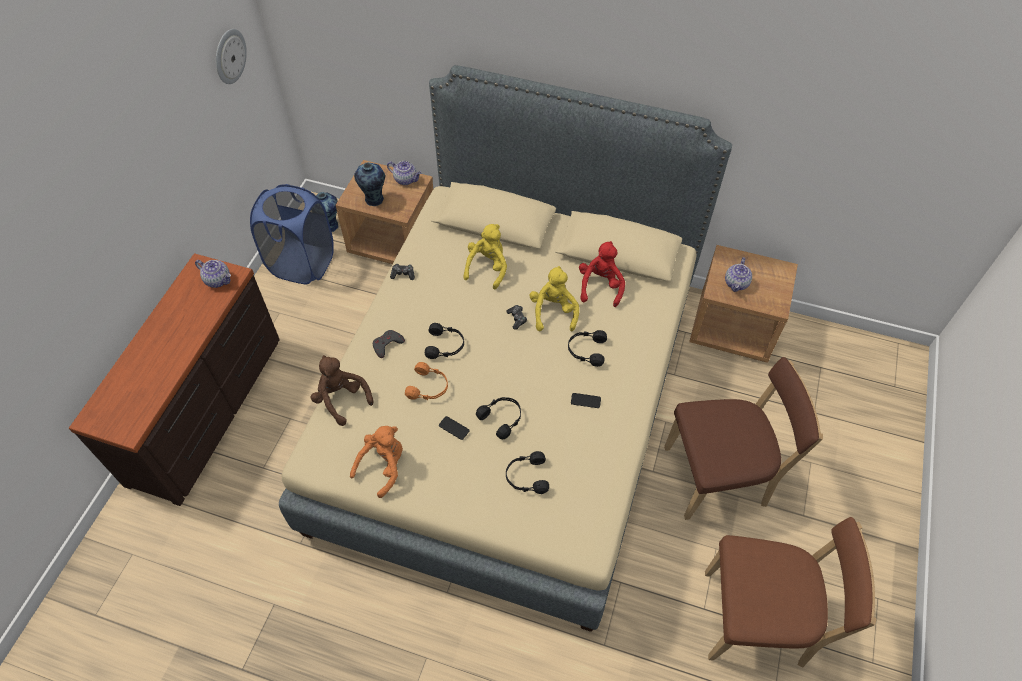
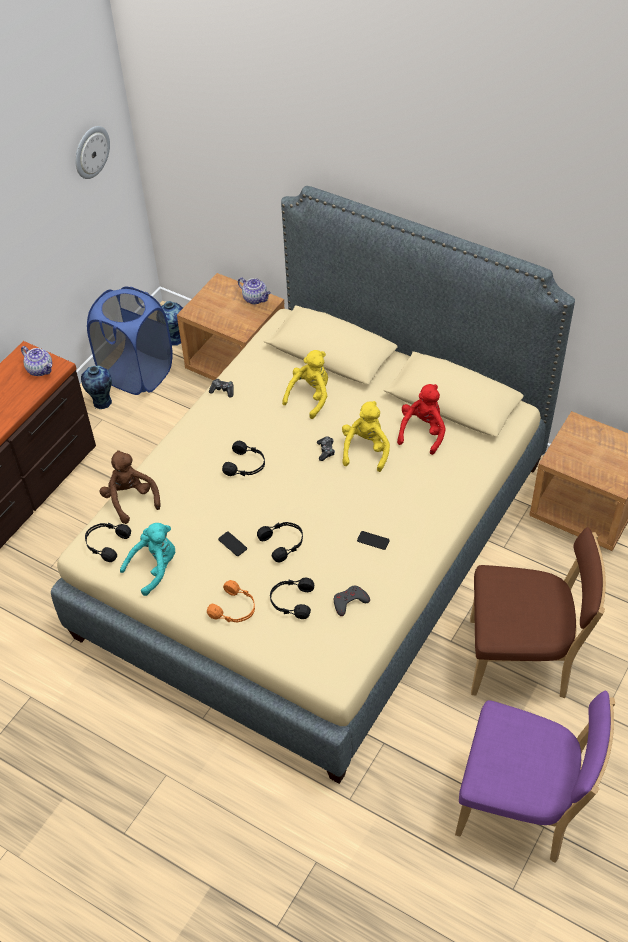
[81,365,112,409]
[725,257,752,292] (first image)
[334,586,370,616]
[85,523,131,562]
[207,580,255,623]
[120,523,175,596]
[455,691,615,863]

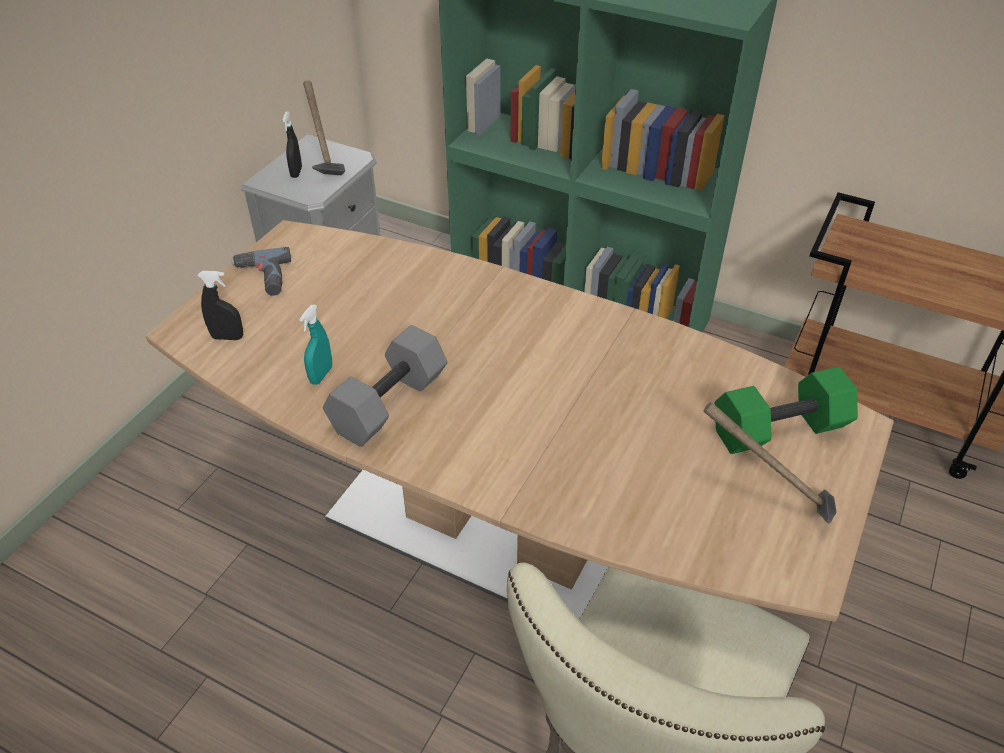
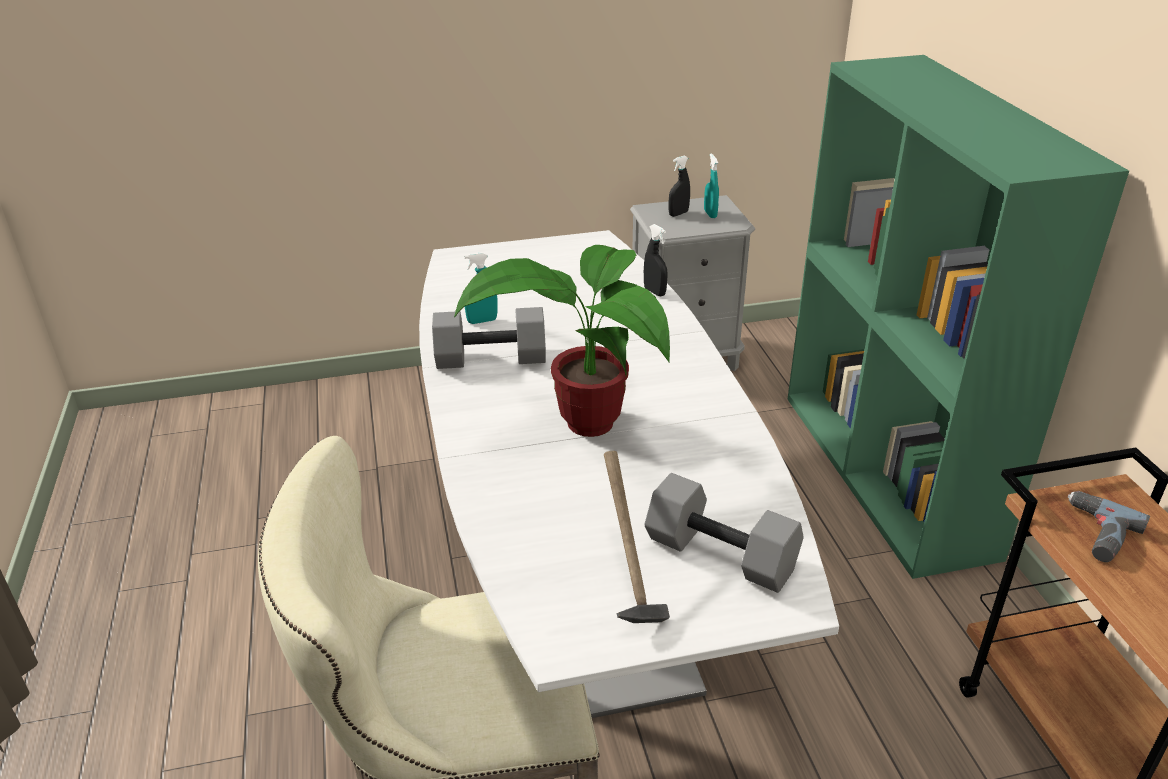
[704,154,719,218]
[419,230,839,718]
[1067,491,1150,562]
[644,224,668,296]
[644,473,804,593]
[454,245,670,437]

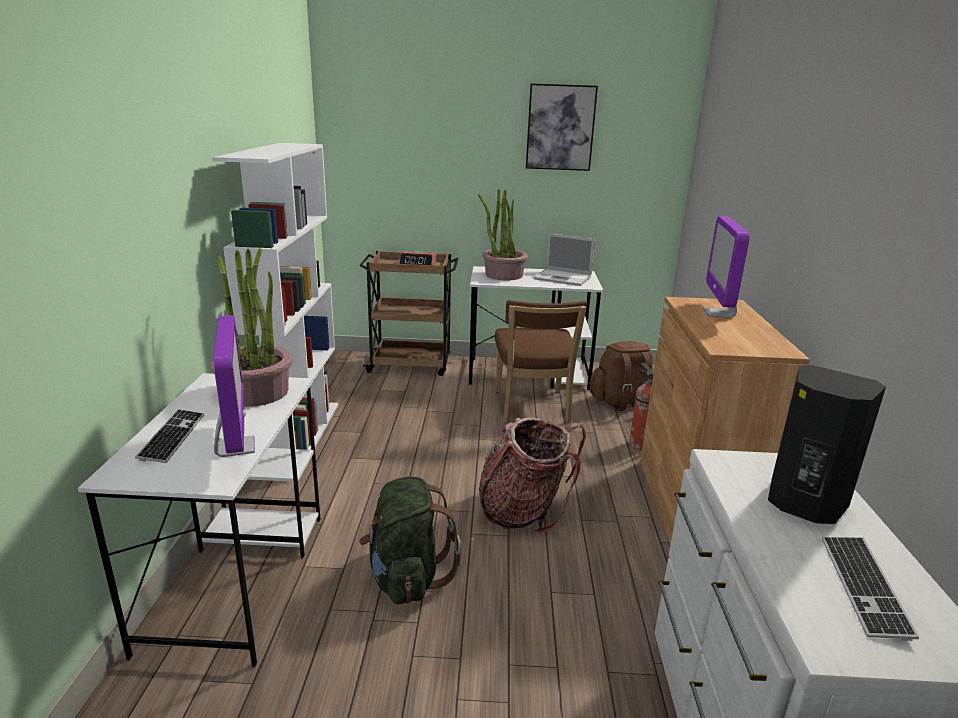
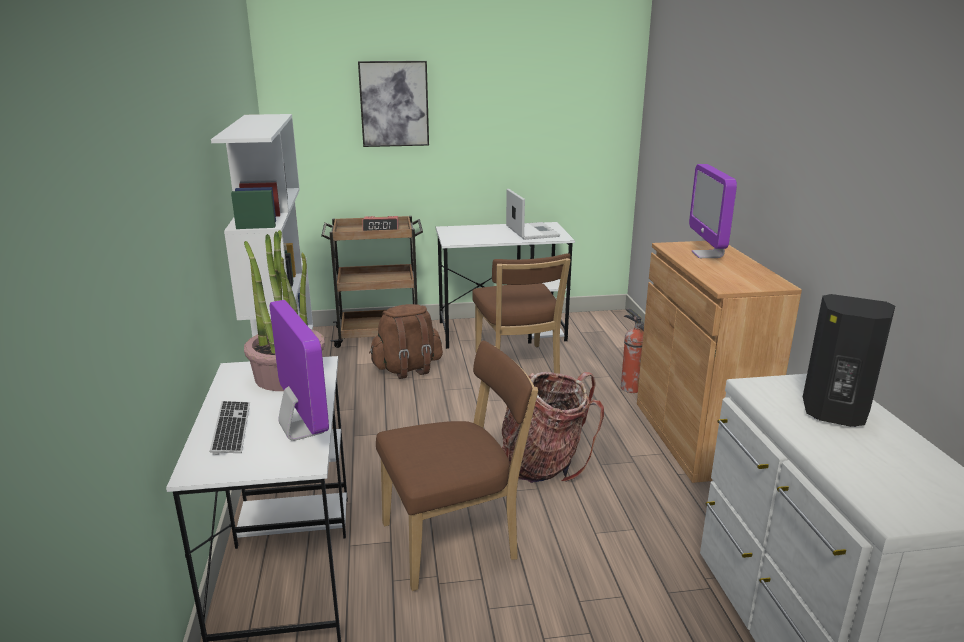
[358,61,429,147]
[478,189,528,280] (first image)
[506,189,560,240]
[369,304,443,379]
[376,340,538,591]
[822,537,919,641] (first image)

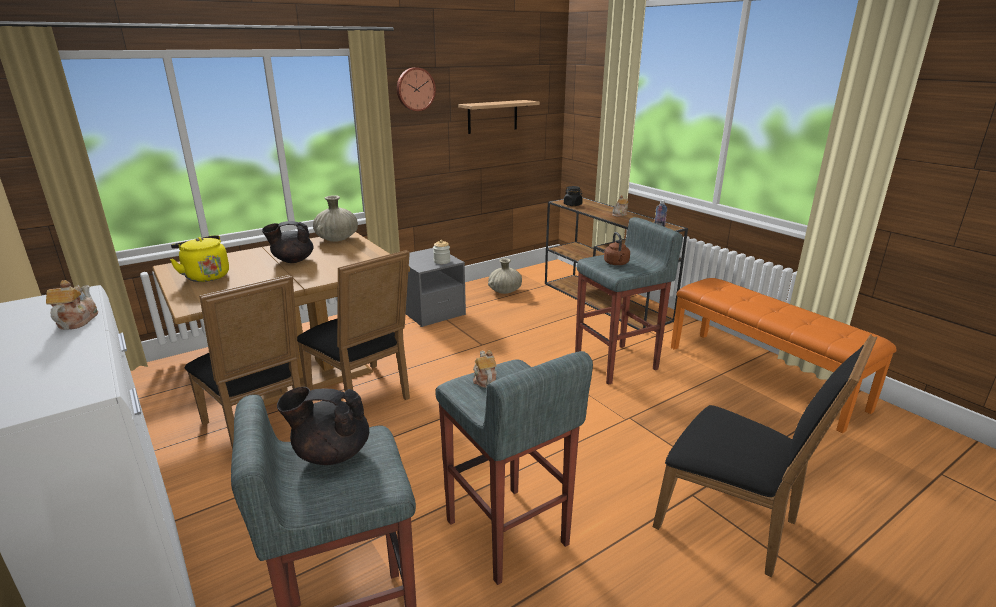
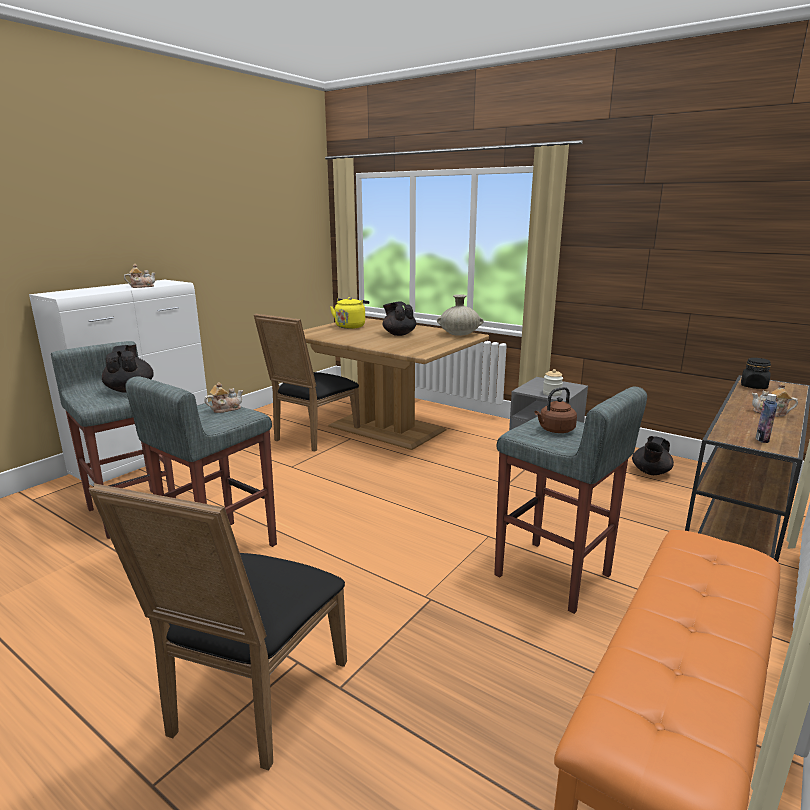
[397,67,436,111] (first image)
[458,100,540,134] (first image)
[297,250,410,400] (first image)
[632,436,674,475]

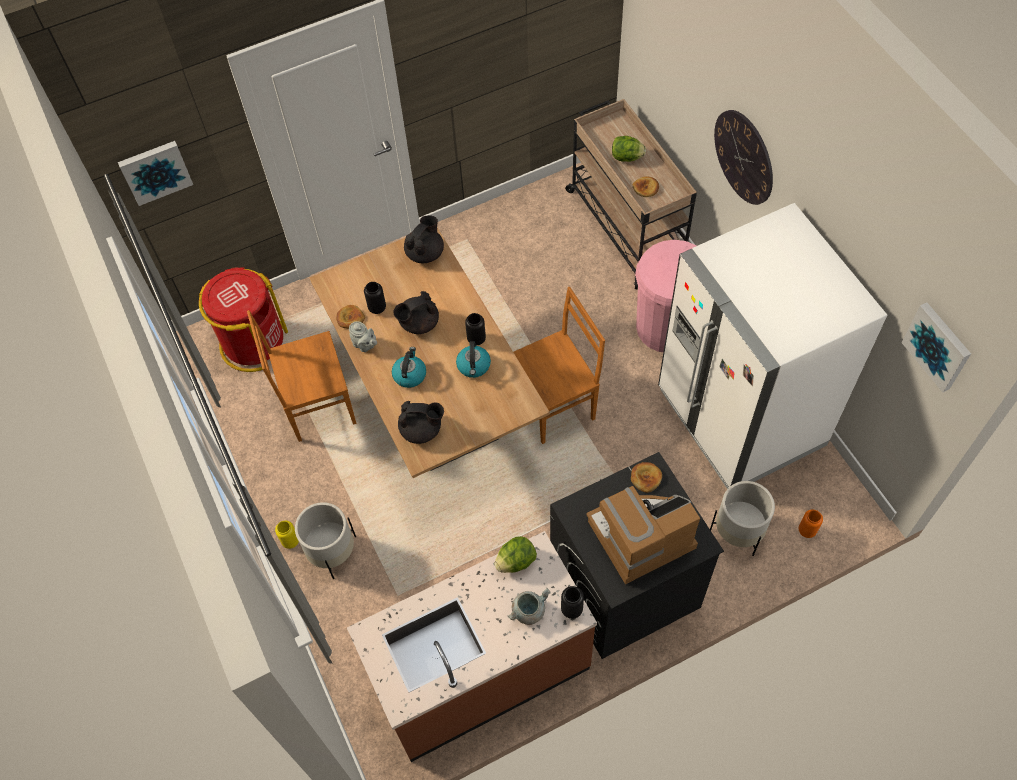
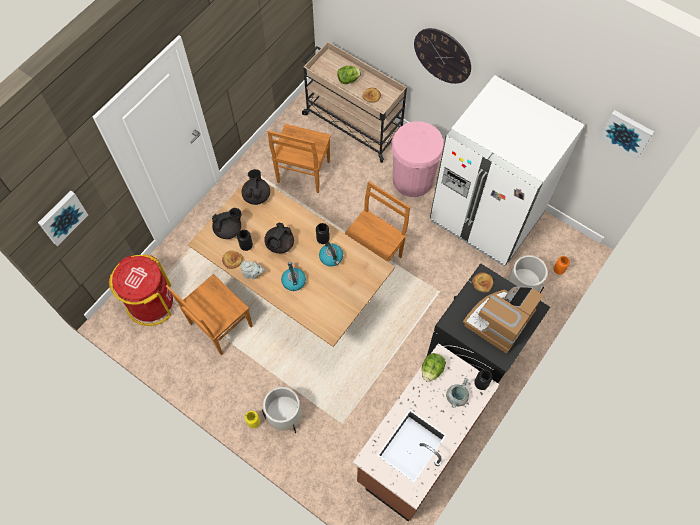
[212,208,242,239]
[268,124,331,193]

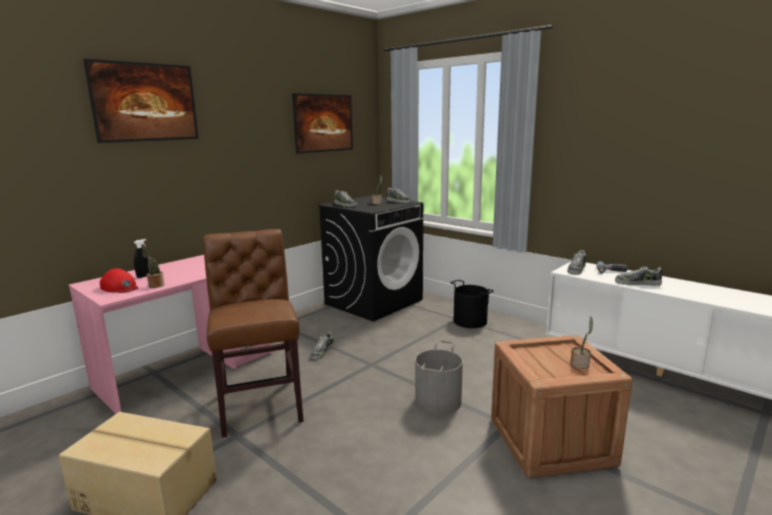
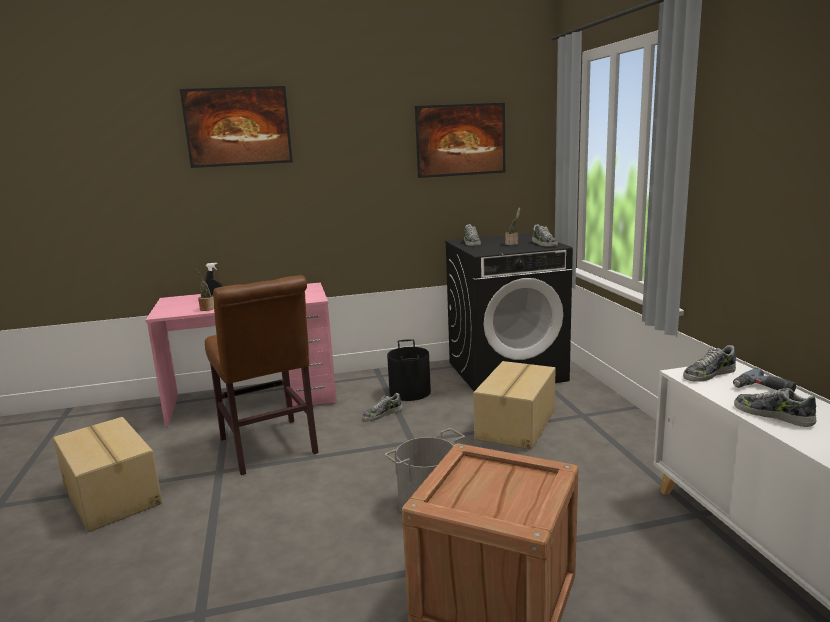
[205,275,319,475]
[100,268,139,293] (first image)
[387,339,431,401]
[571,316,593,369] (first image)
[473,361,556,450]

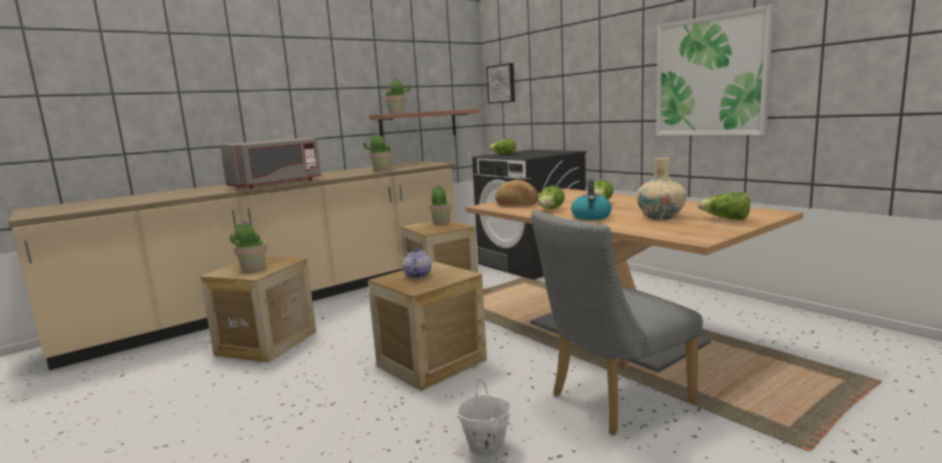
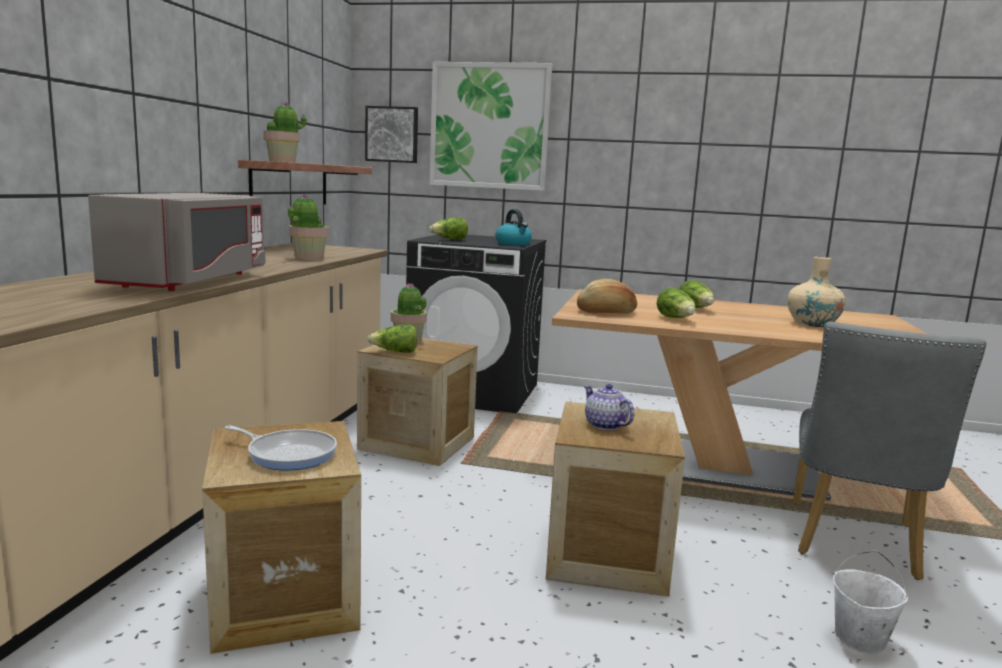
[429,62,552,191]
[496,209,532,246]
[367,325,417,353]
[225,426,337,470]

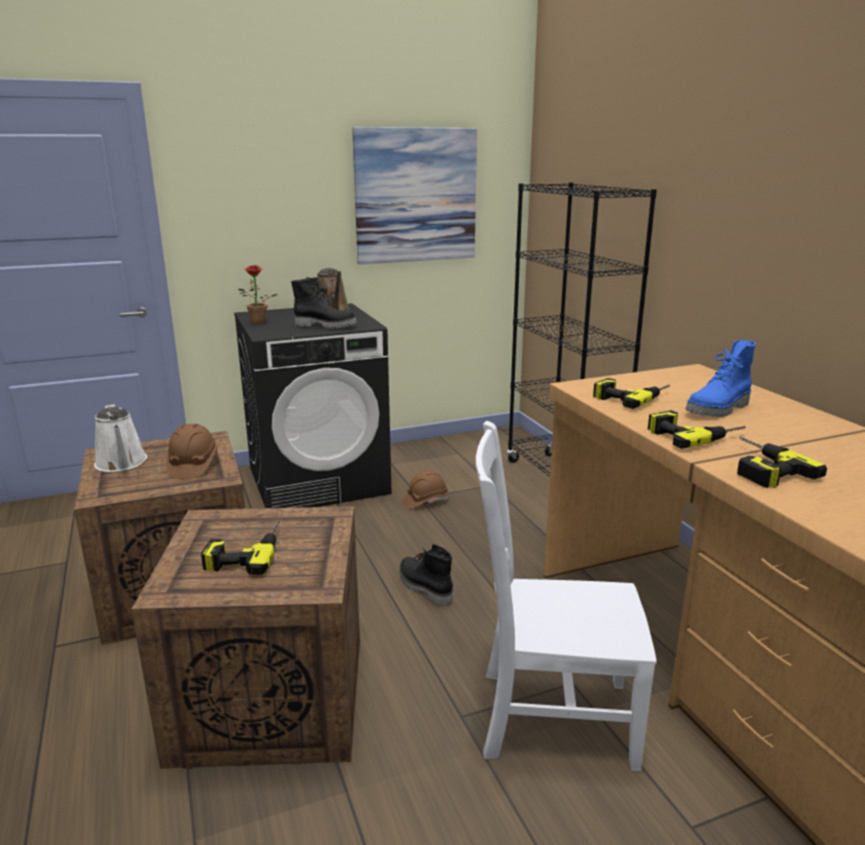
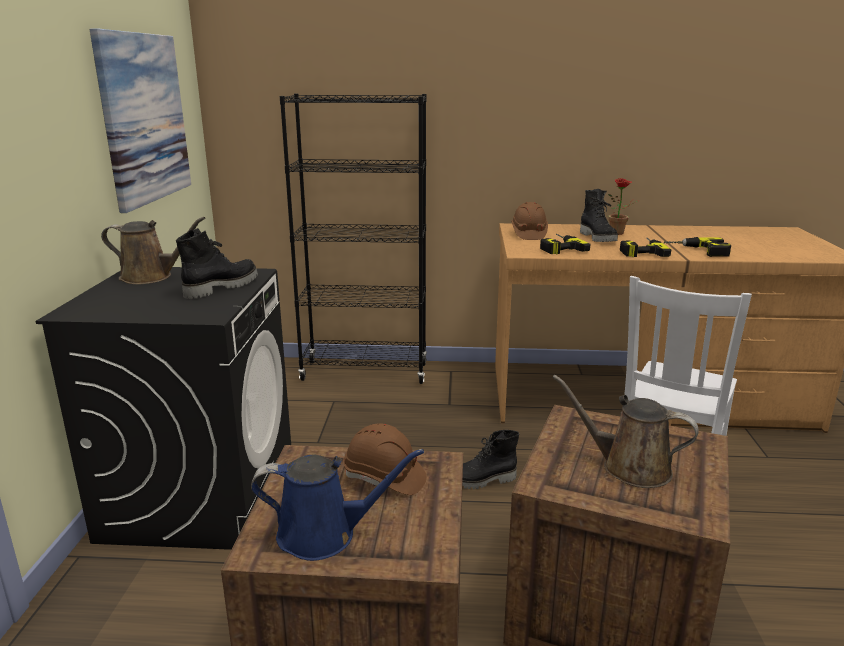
[608,178,640,235]
[580,189,618,242]
[251,449,424,561]
[511,202,548,240]
[552,375,699,488]

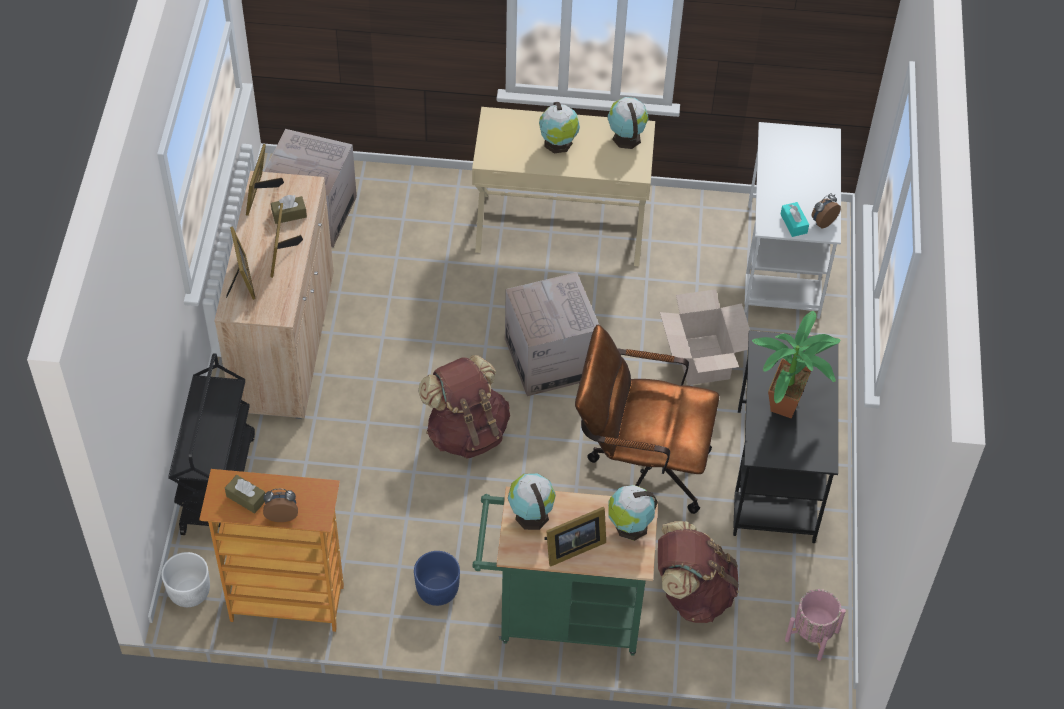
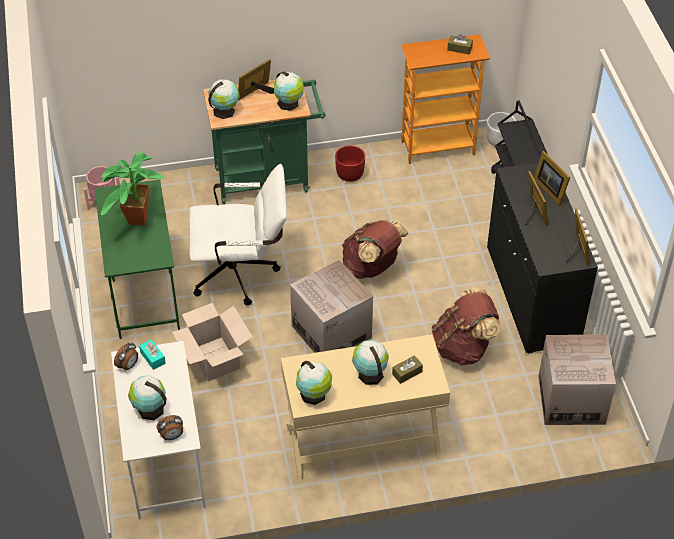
[487,162,598,354]
[392,355,423,384]
[189,164,287,305]
[95,179,180,339]
[157,415,183,440]
[432,289,501,365]
[335,145,365,182]
[128,375,166,420]

